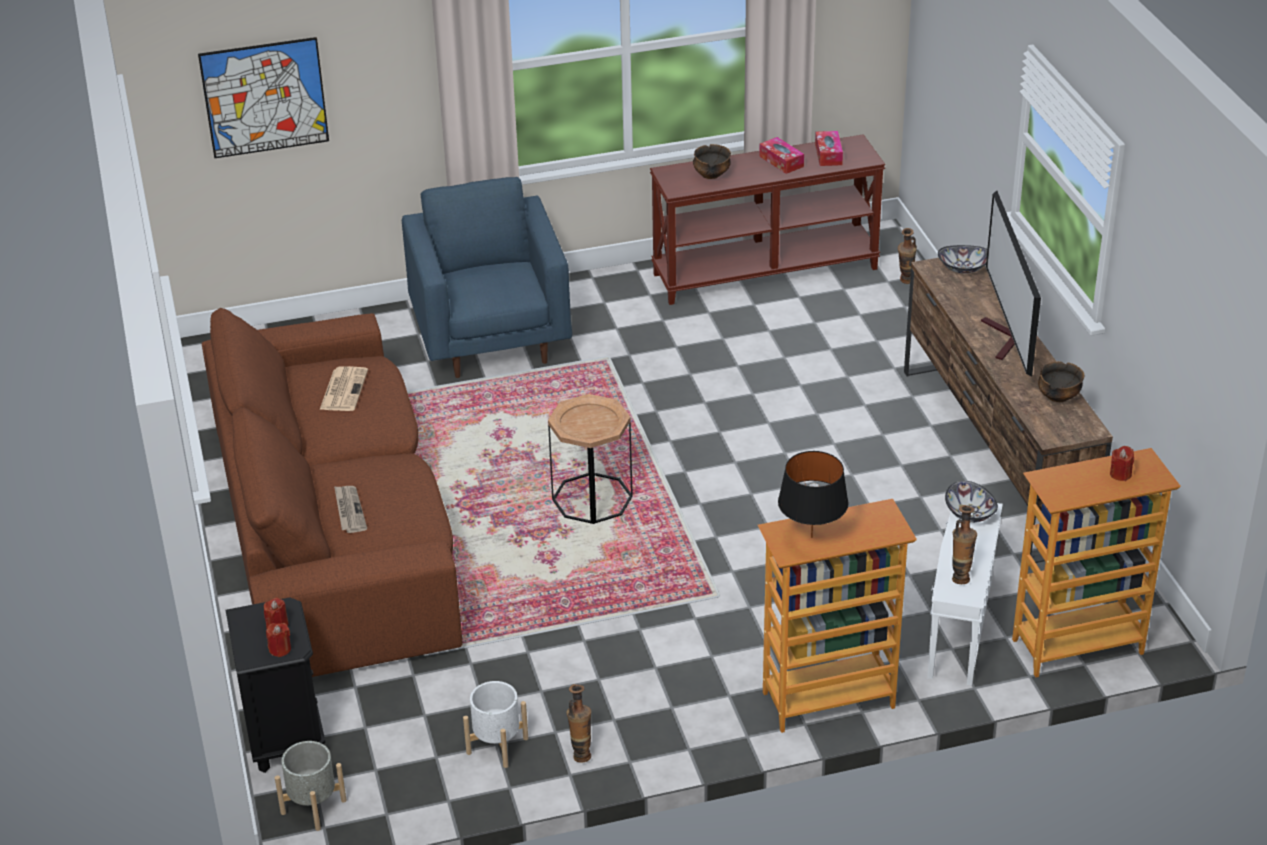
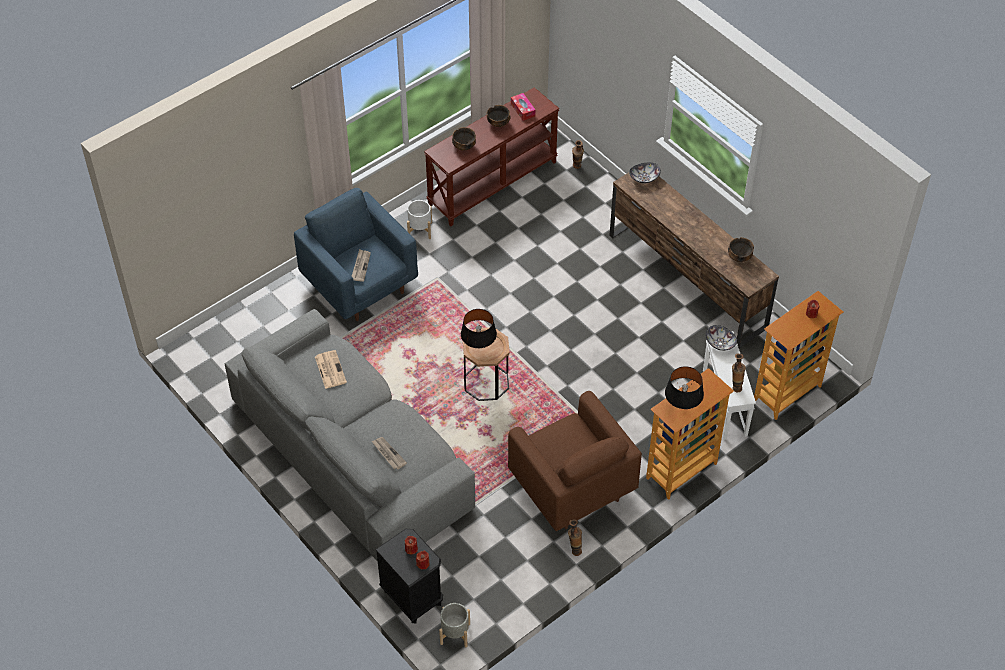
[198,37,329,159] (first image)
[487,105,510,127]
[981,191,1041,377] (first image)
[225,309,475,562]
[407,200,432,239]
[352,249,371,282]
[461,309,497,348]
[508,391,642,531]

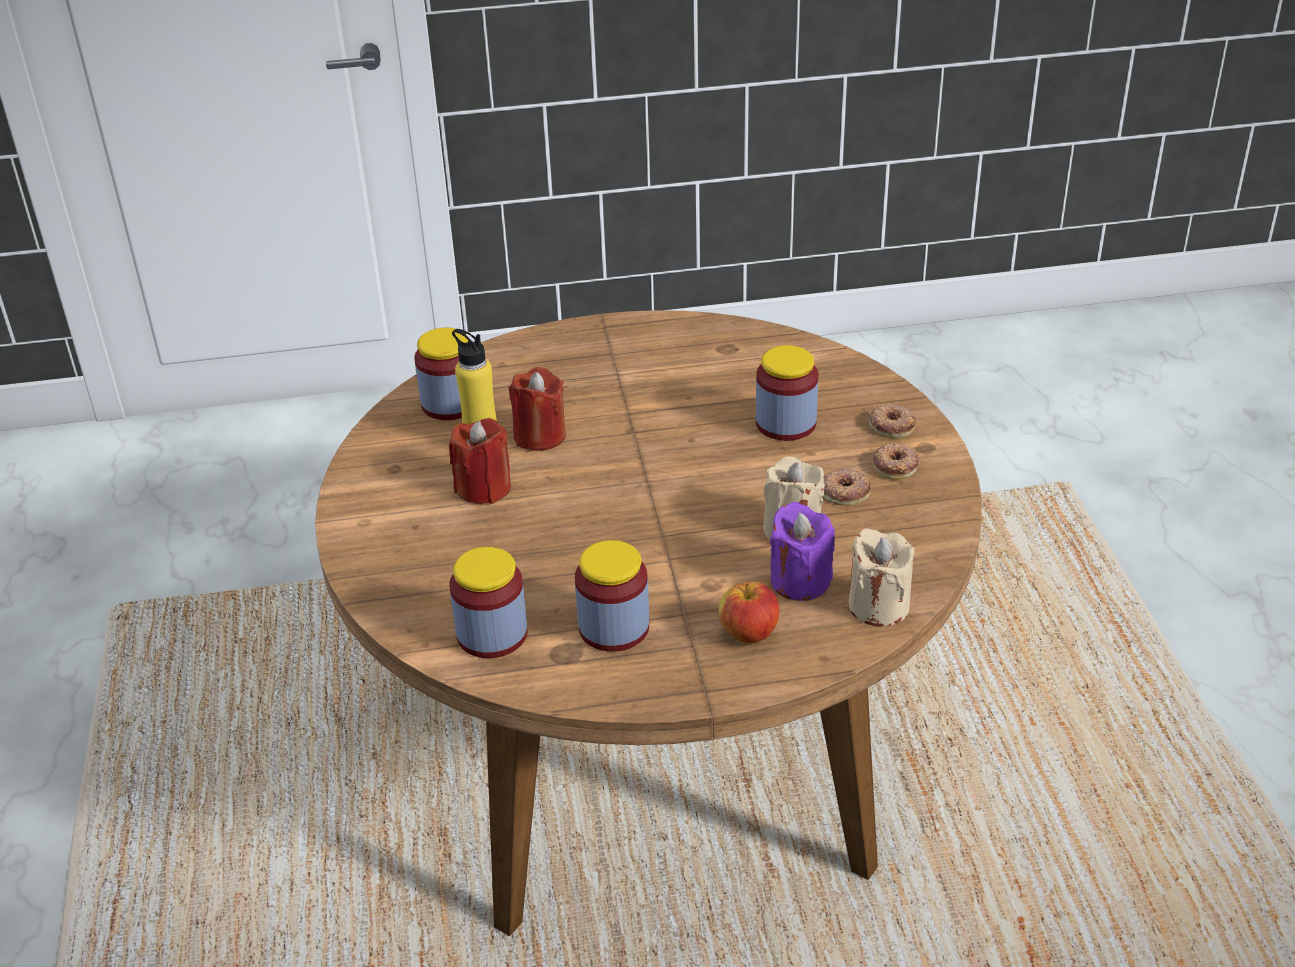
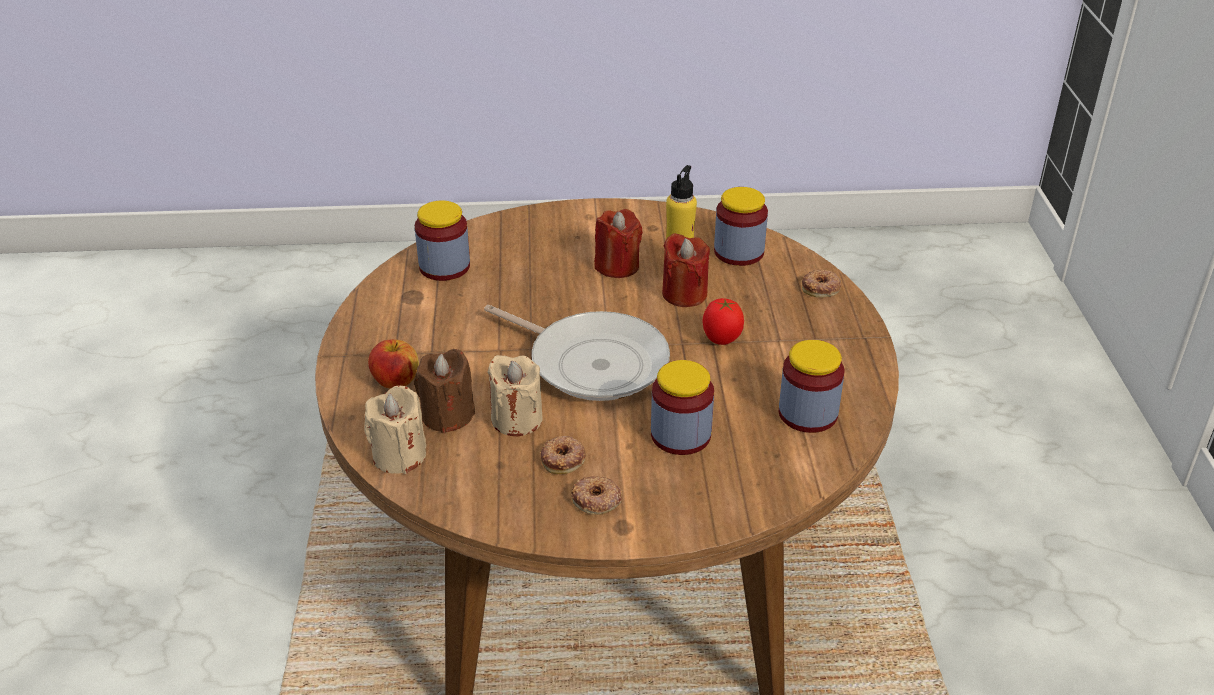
[802,270,841,298]
[414,349,475,433]
[779,340,844,433]
[702,298,744,345]
[484,305,670,401]

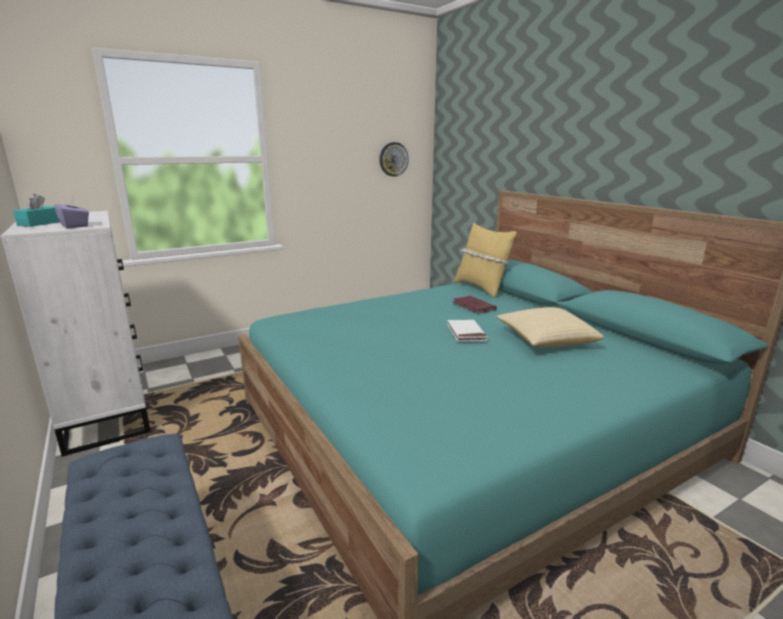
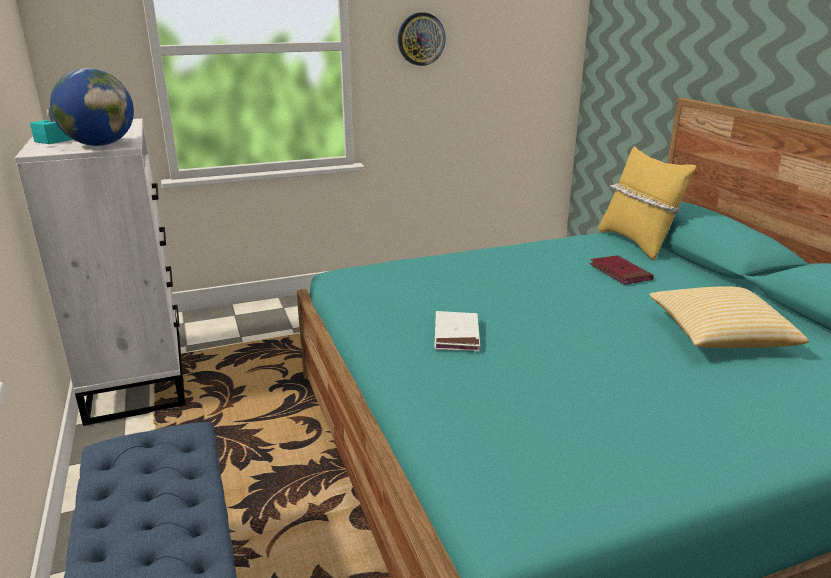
[398,12,446,66]
[50,68,134,146]
[434,311,480,351]

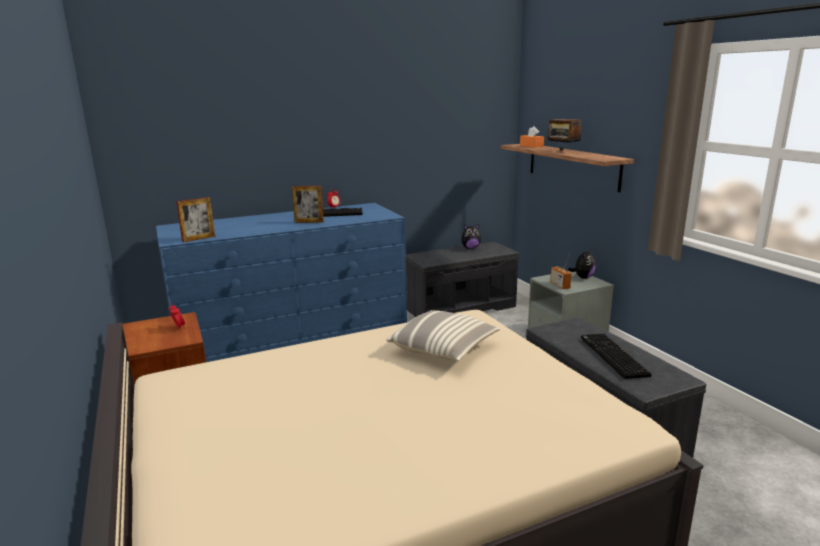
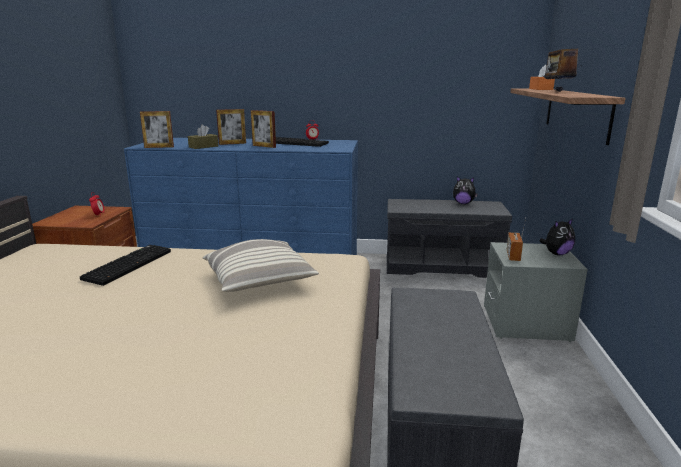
[80,245,171,286]
[216,109,246,145]
[188,125,218,149]

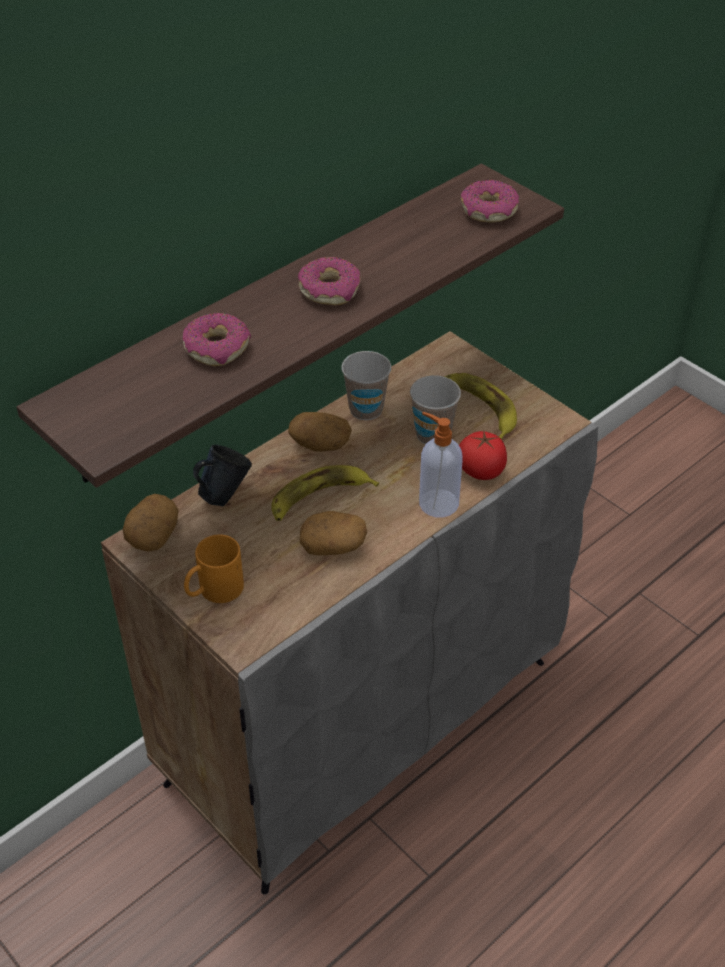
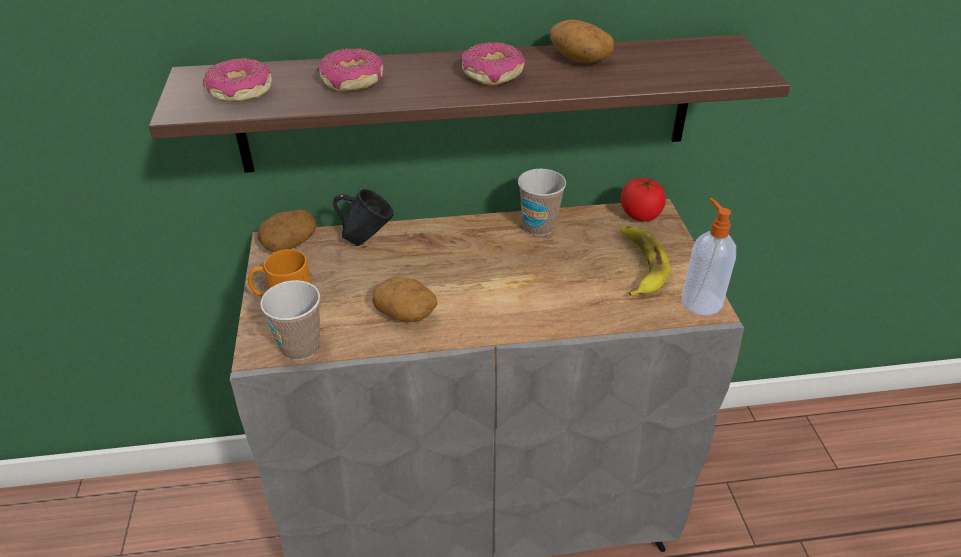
[203,58,272,102]
[260,280,320,360]
[550,20,614,63]
[682,198,736,316]
[621,178,666,222]
[271,465,379,521] (first image)

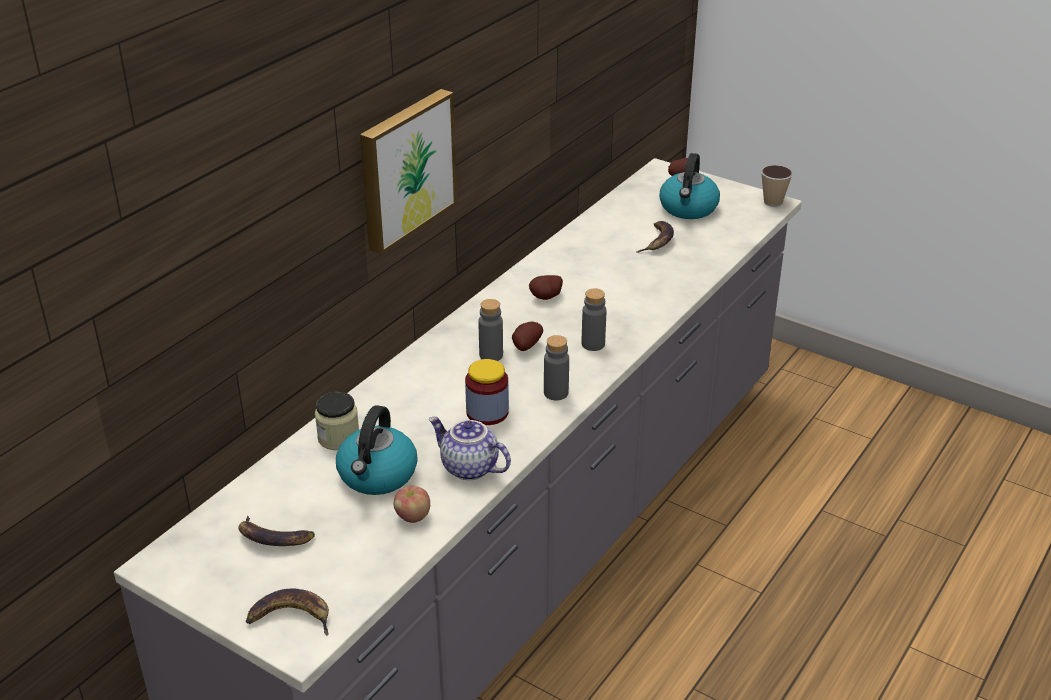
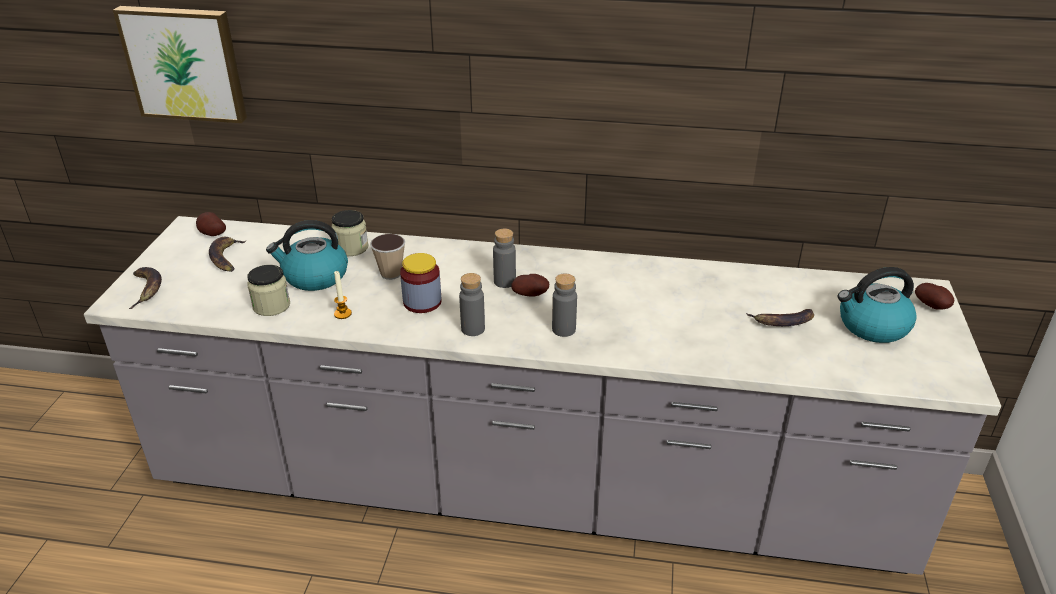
[113,6,247,123]
[370,234,405,280]
[196,212,226,236]
[334,271,352,319]
[247,265,290,316]

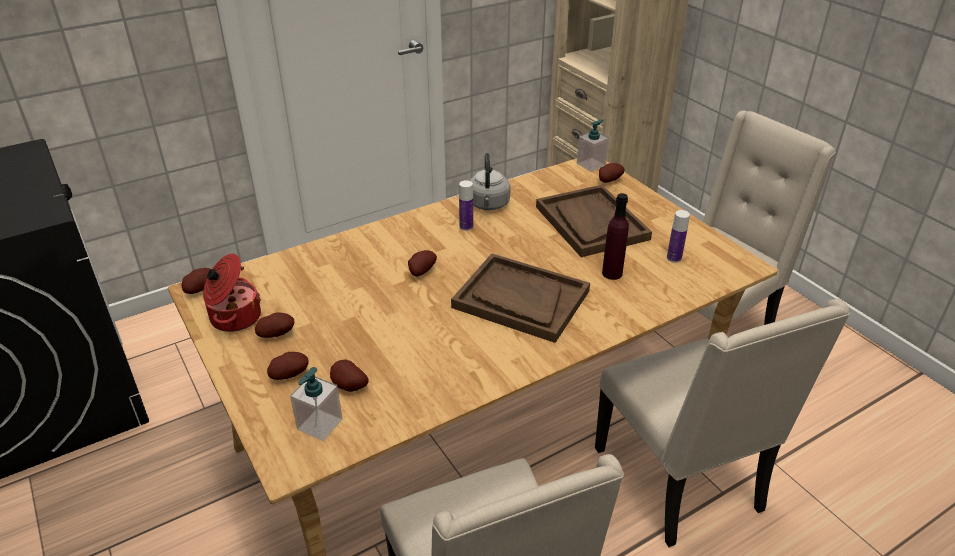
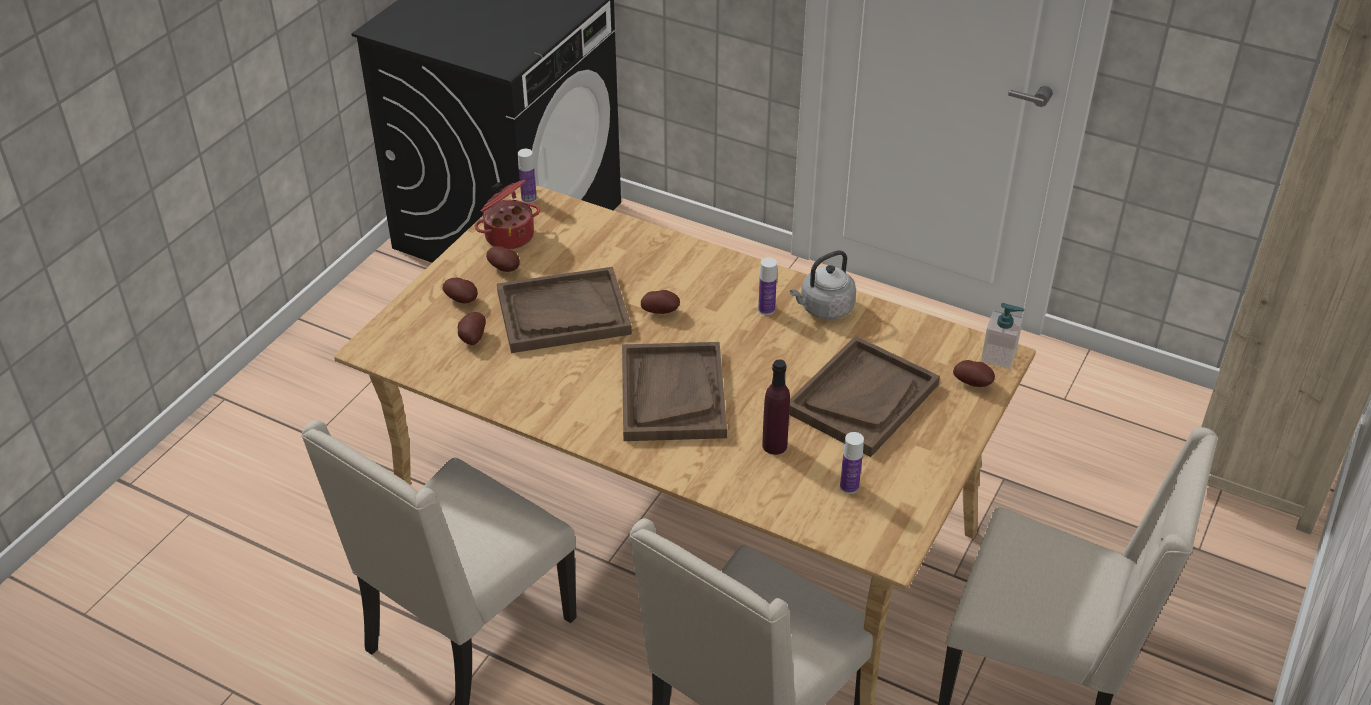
[518,149,537,203]
[290,367,342,441] (first image)
[497,267,632,353]

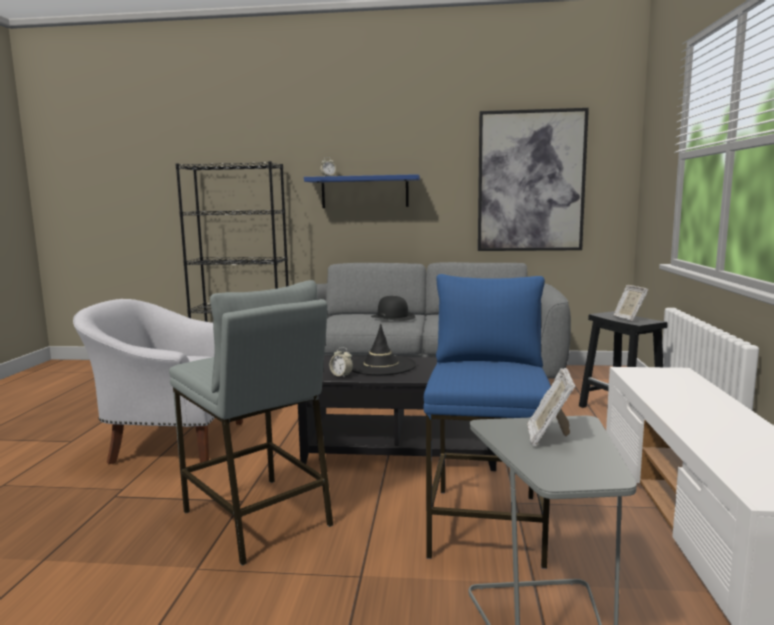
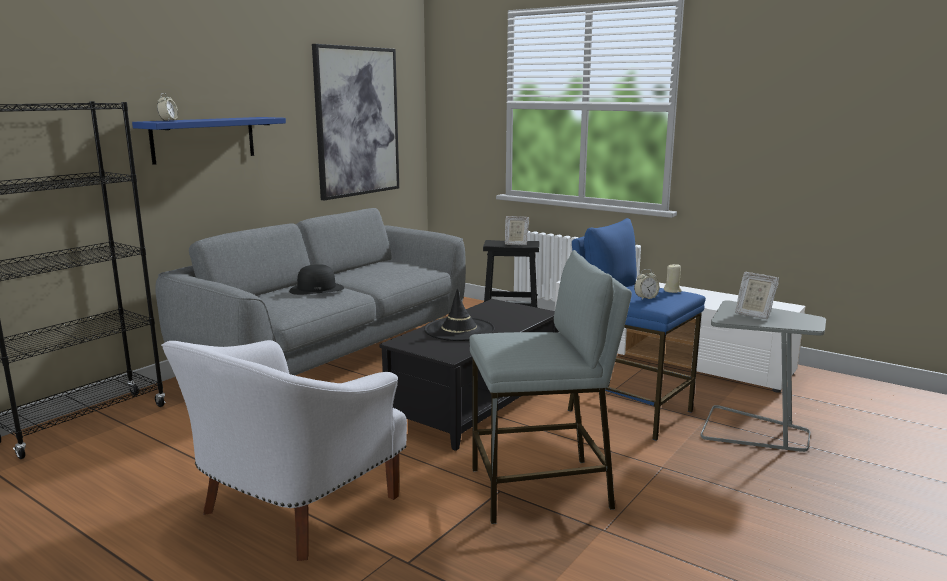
[634,269,659,300]
[664,263,682,293]

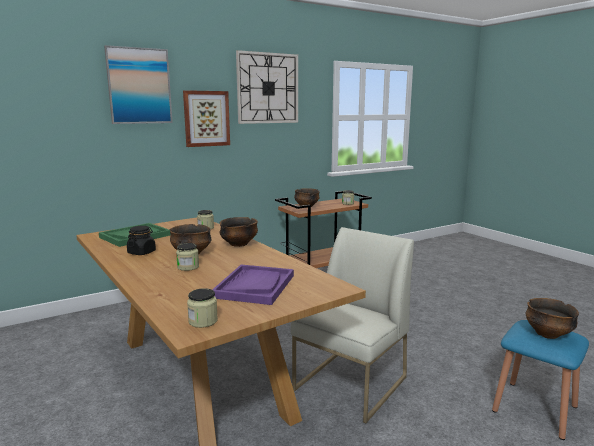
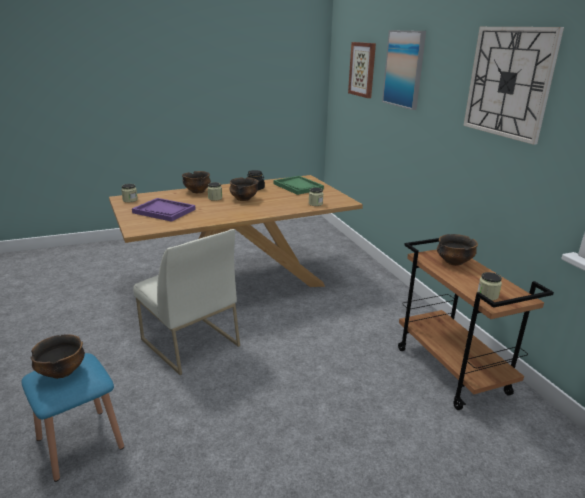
[348,42,376,98]
[182,171,211,193]

